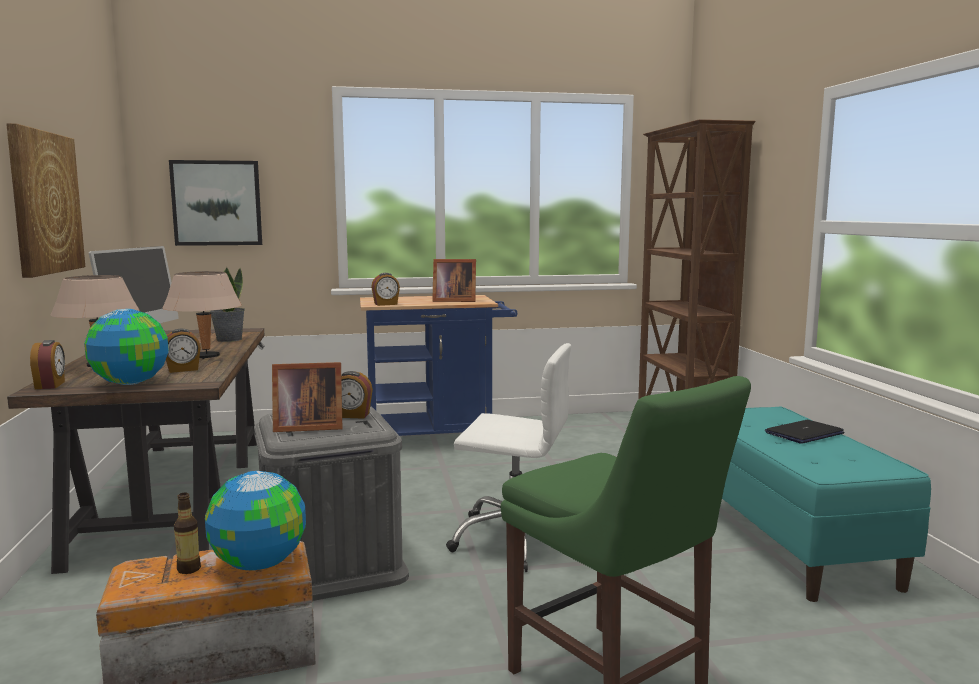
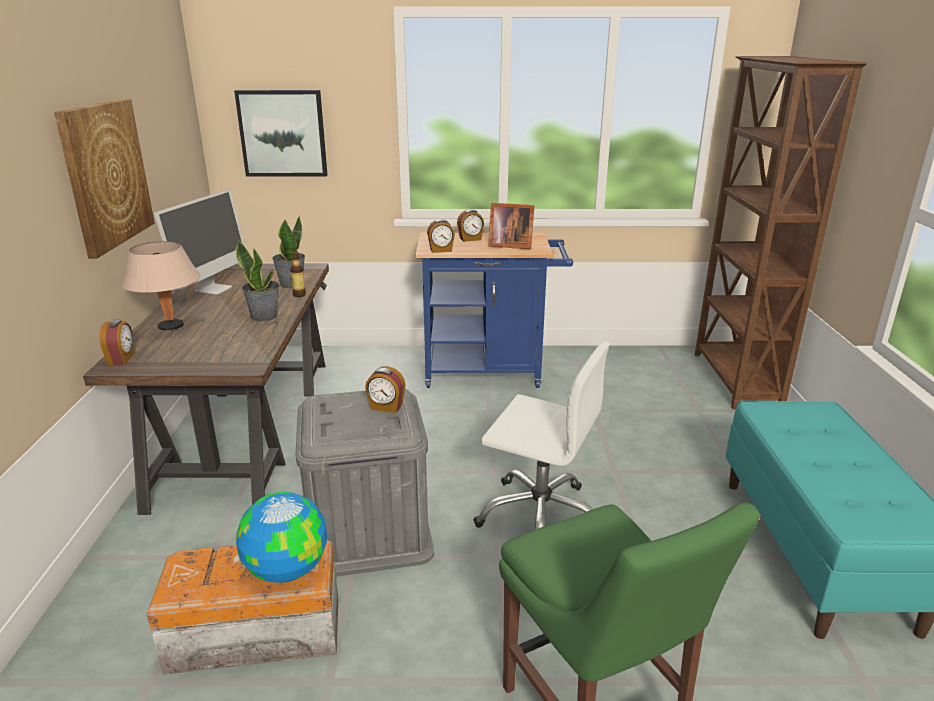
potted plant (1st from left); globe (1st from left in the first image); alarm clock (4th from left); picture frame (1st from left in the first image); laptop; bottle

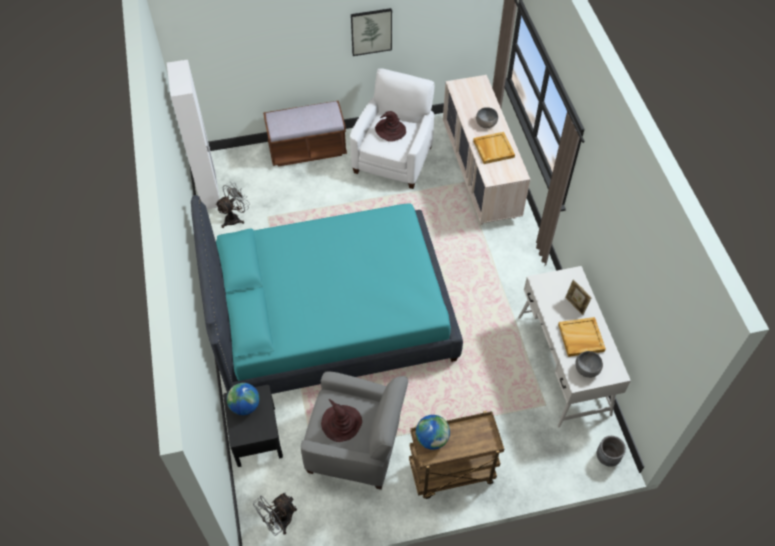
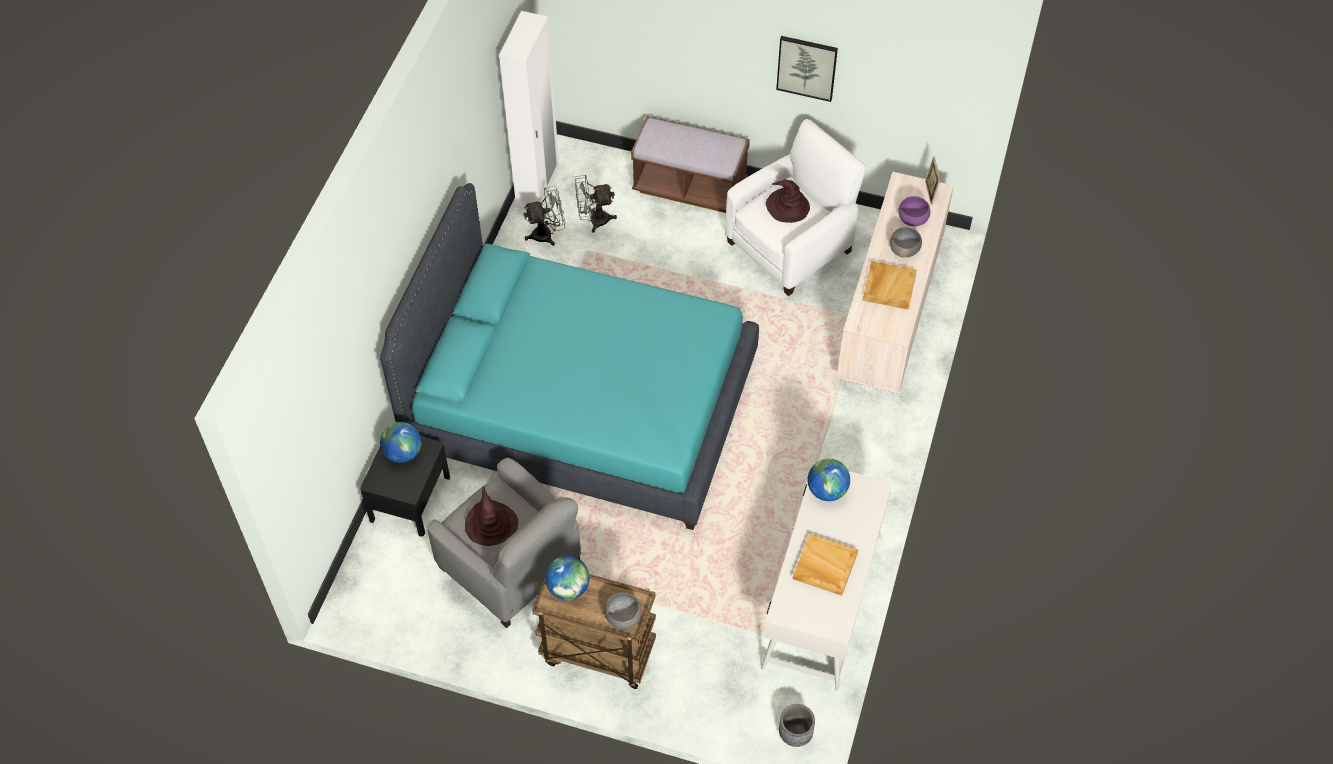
picture frame; grey bowl (1st from left); grey fan (2nd from left); purple bowl; globe (3rd from left)

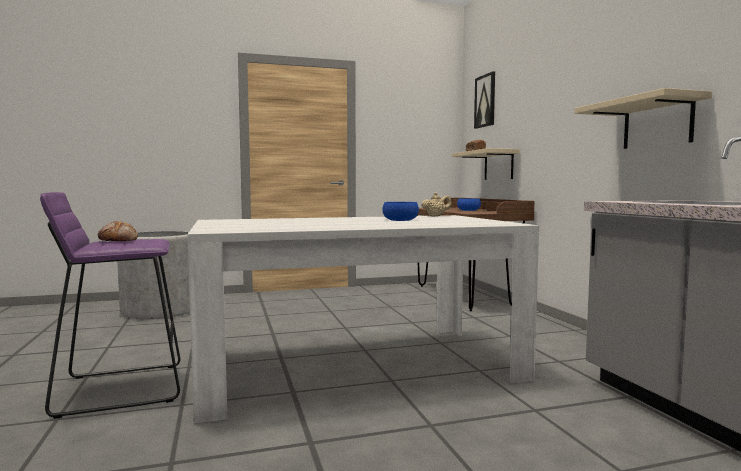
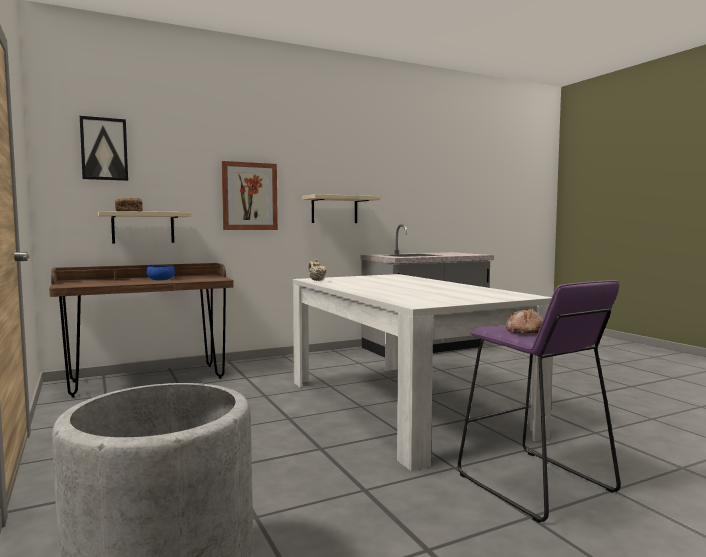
blue bowl (1st from left in the first image); picture (2nd from left)

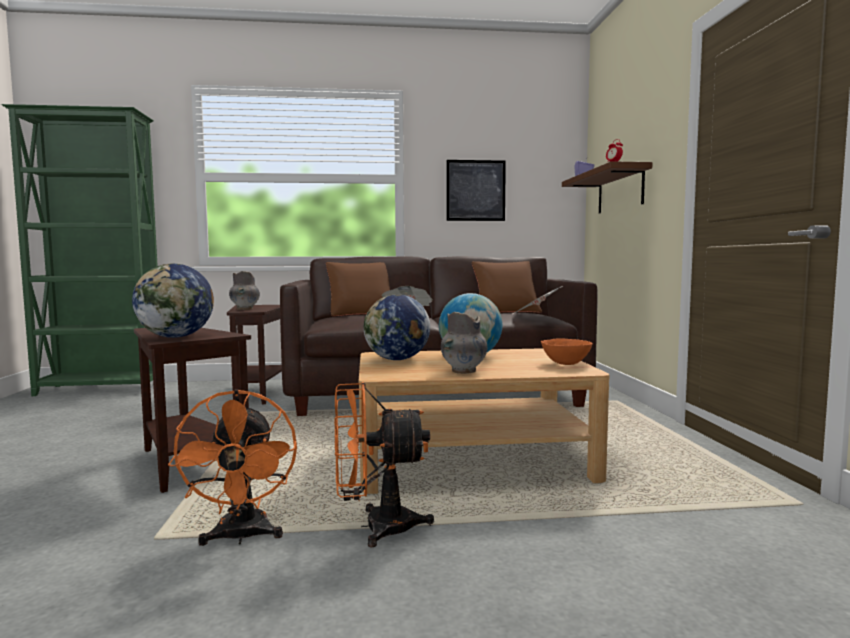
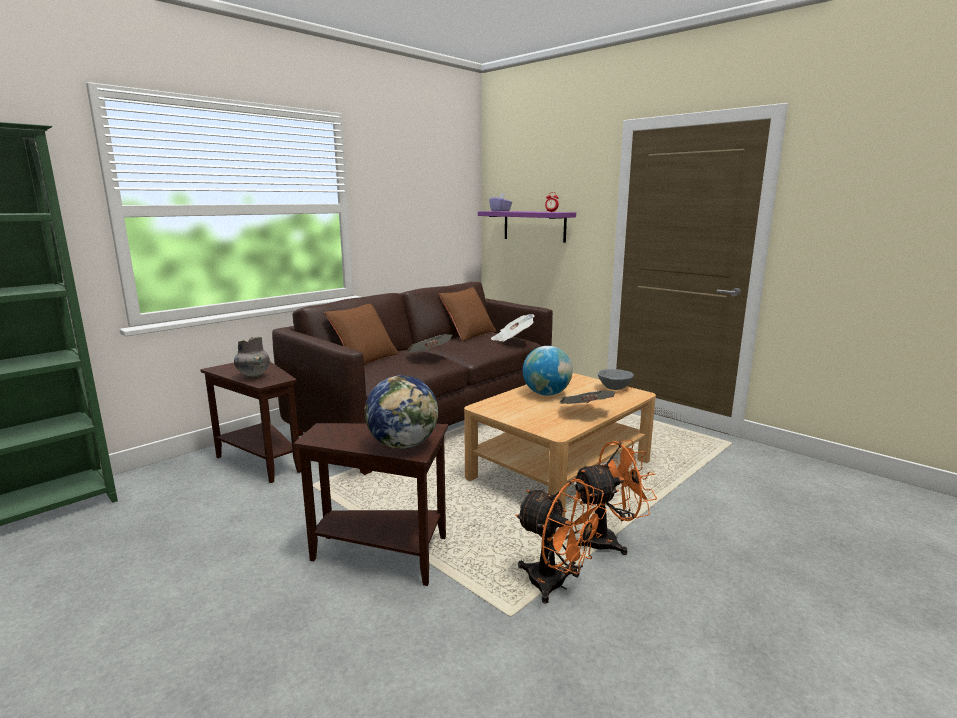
picture; purple shelf; globe (2nd from left in the first image); newspaper (3rd from left); grey bowl; orange fan (2nd from left)

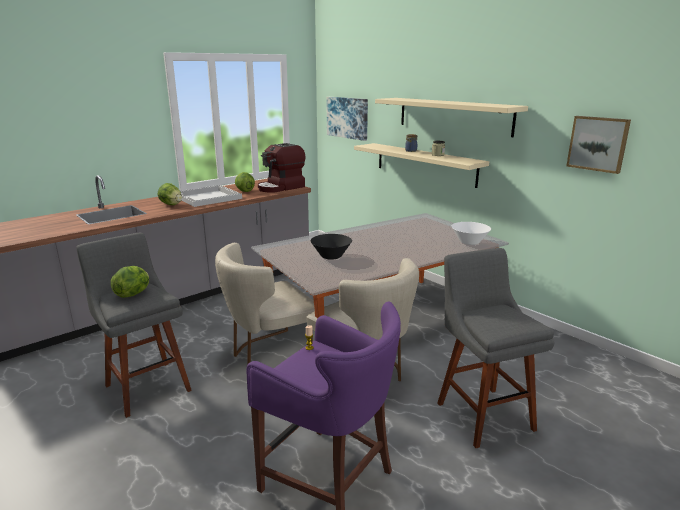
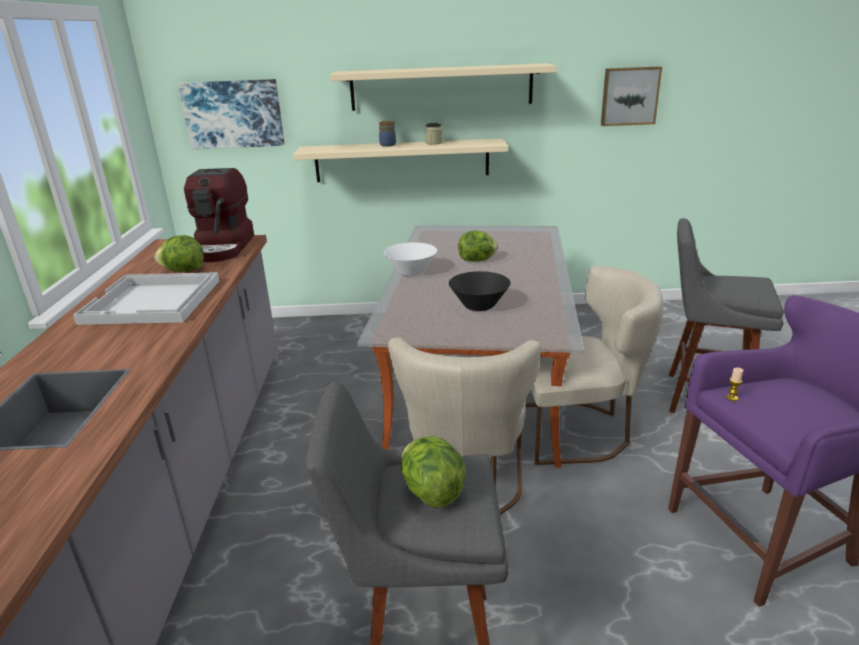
lettuce (3rd from left); white bowl

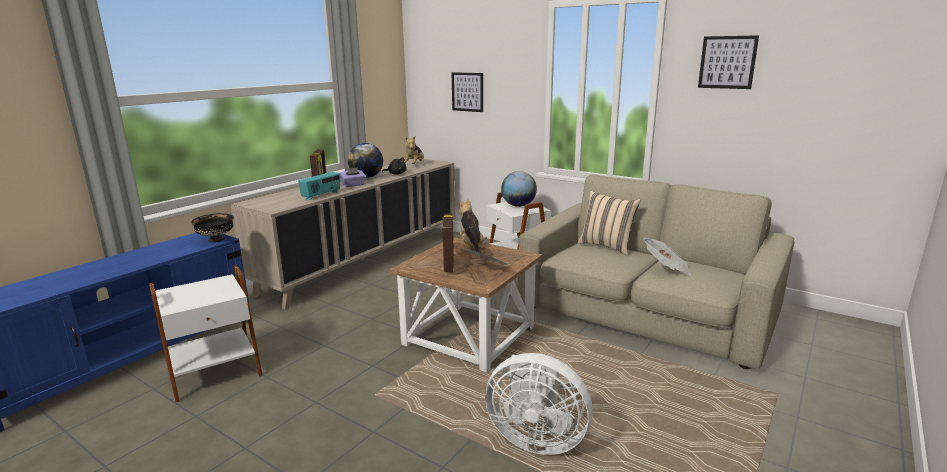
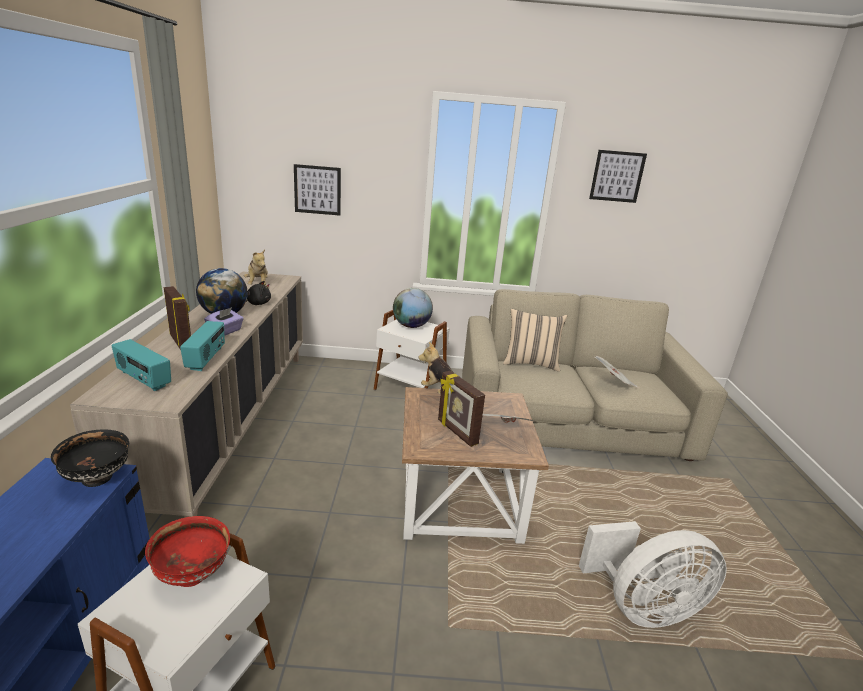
radio (1st from left); red bowl

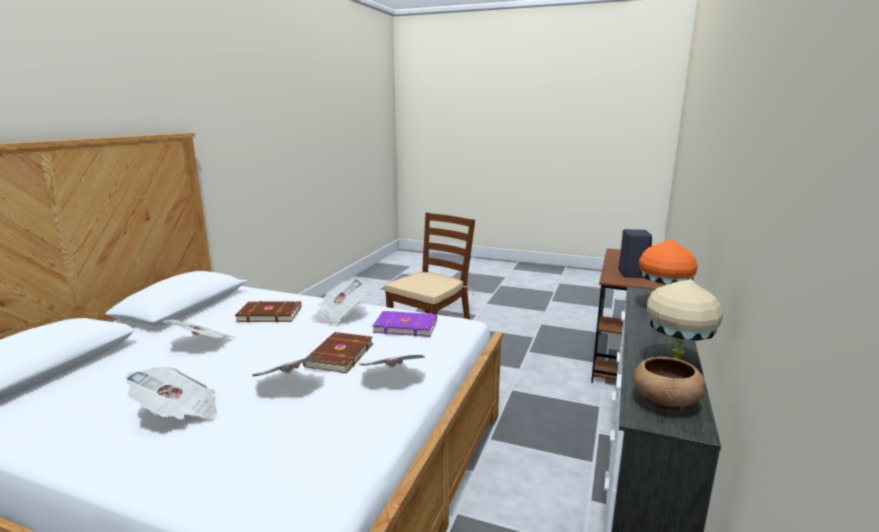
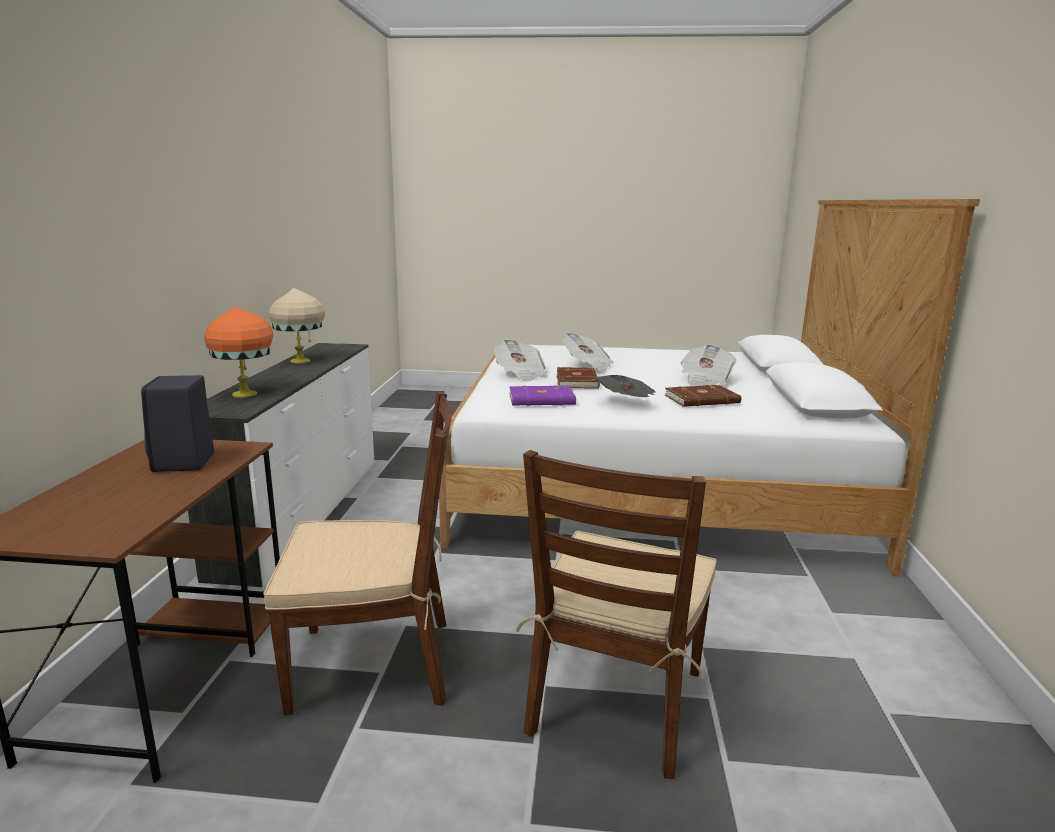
brown bowl; newspaper (1st from left in the first image); brown chair (1st from left)

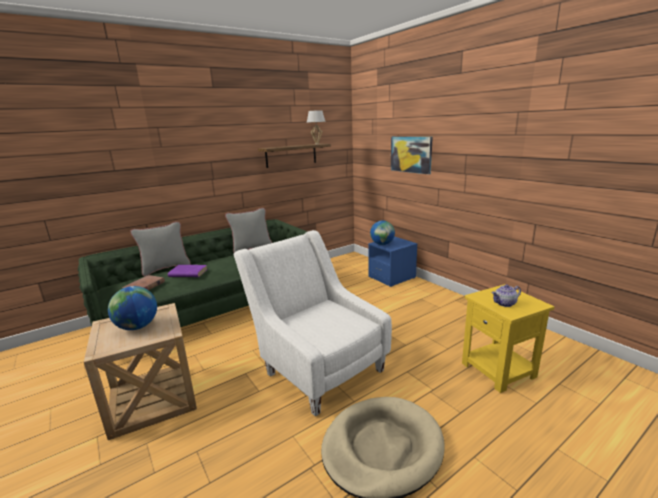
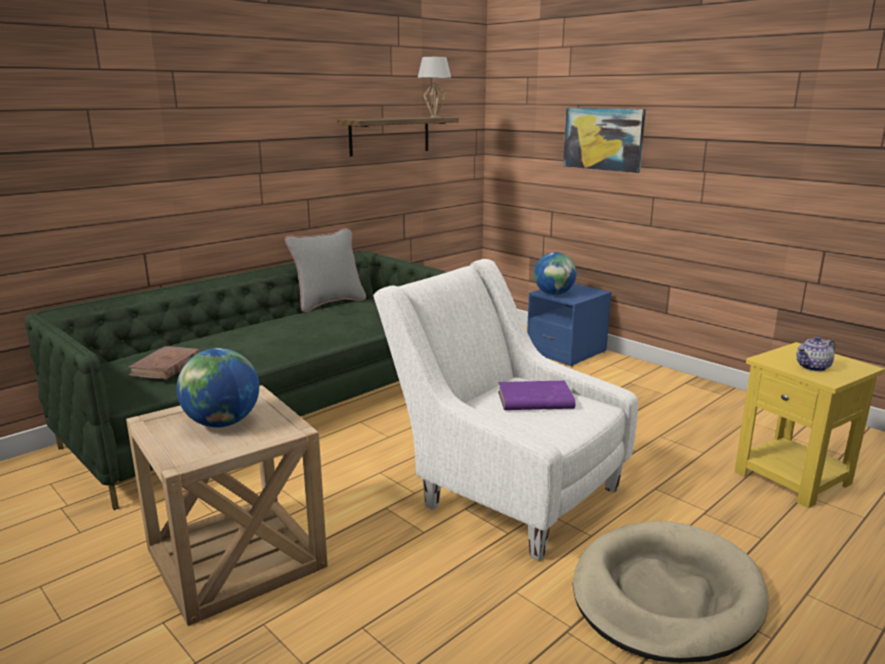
grey pillow (1st from left in the first image); purple book

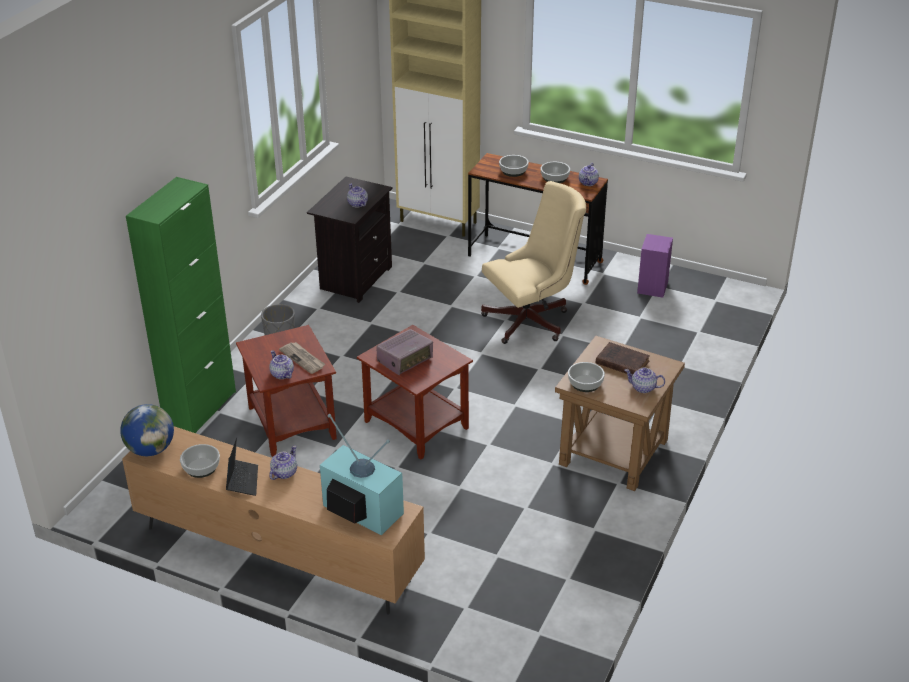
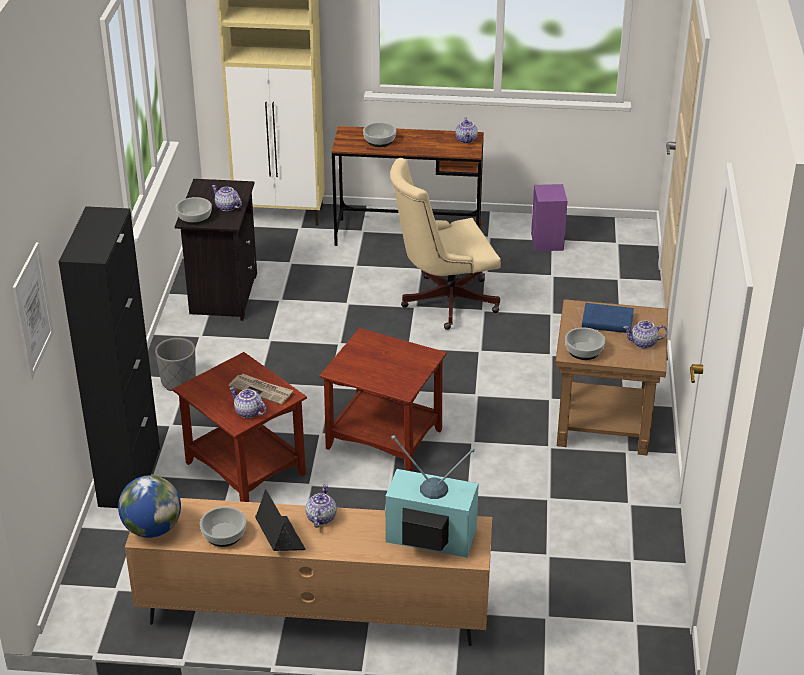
bowl (1st from left); black cabinet; beige office chair; radio; blue book; picture

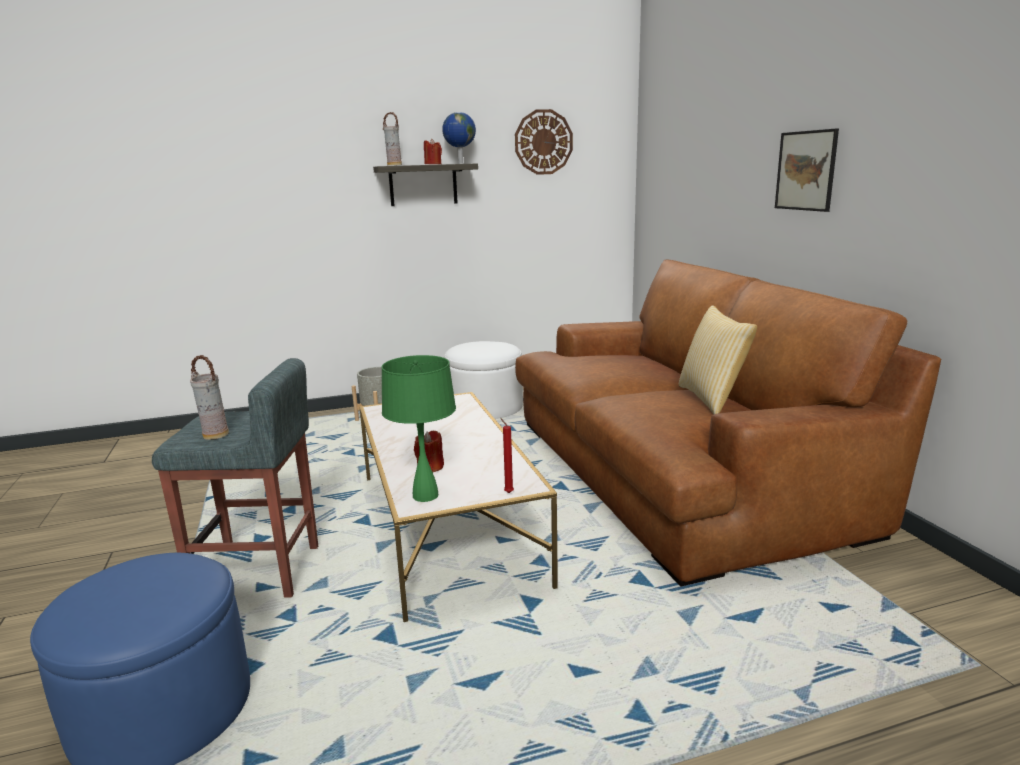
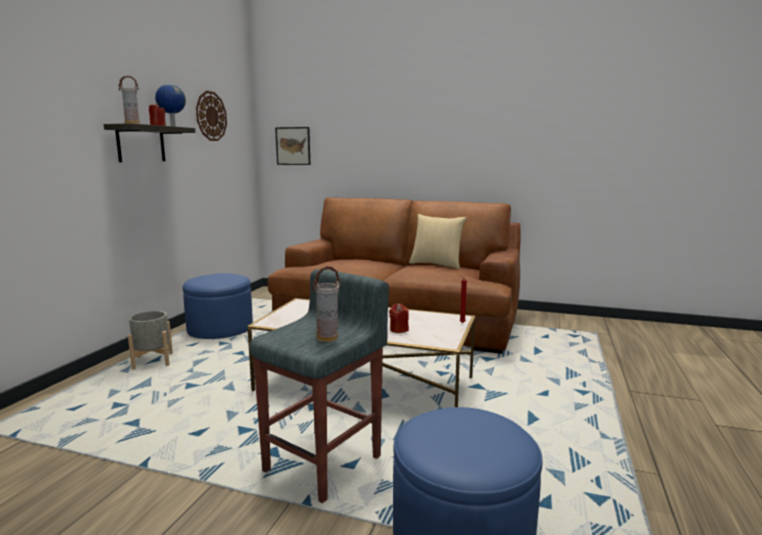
picture; blue ottoman (1st from left); green table lamp

